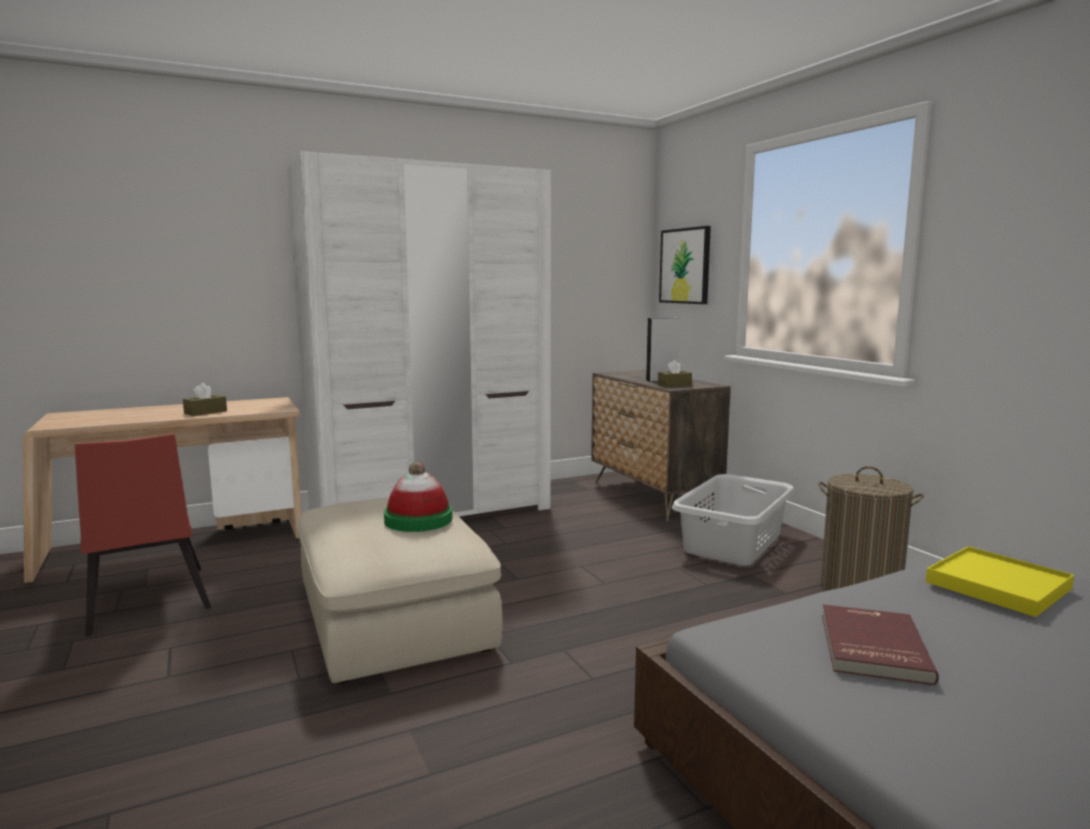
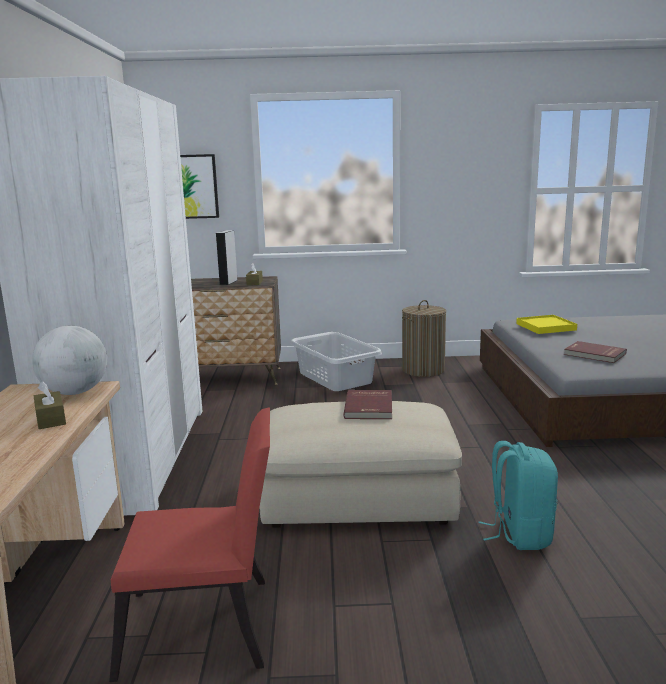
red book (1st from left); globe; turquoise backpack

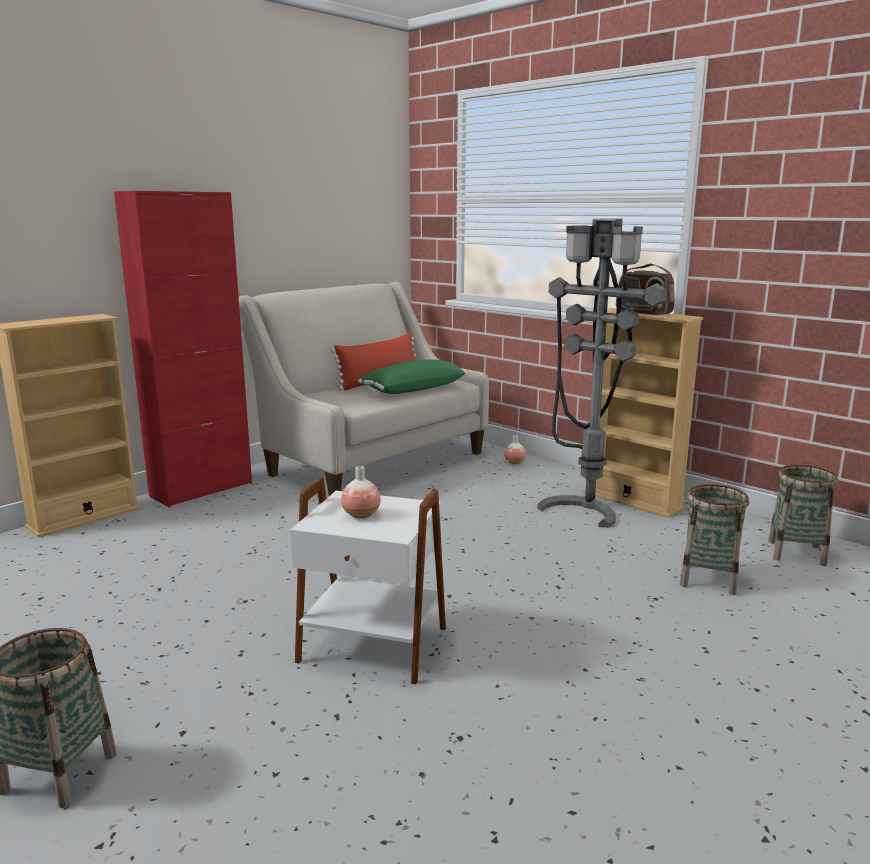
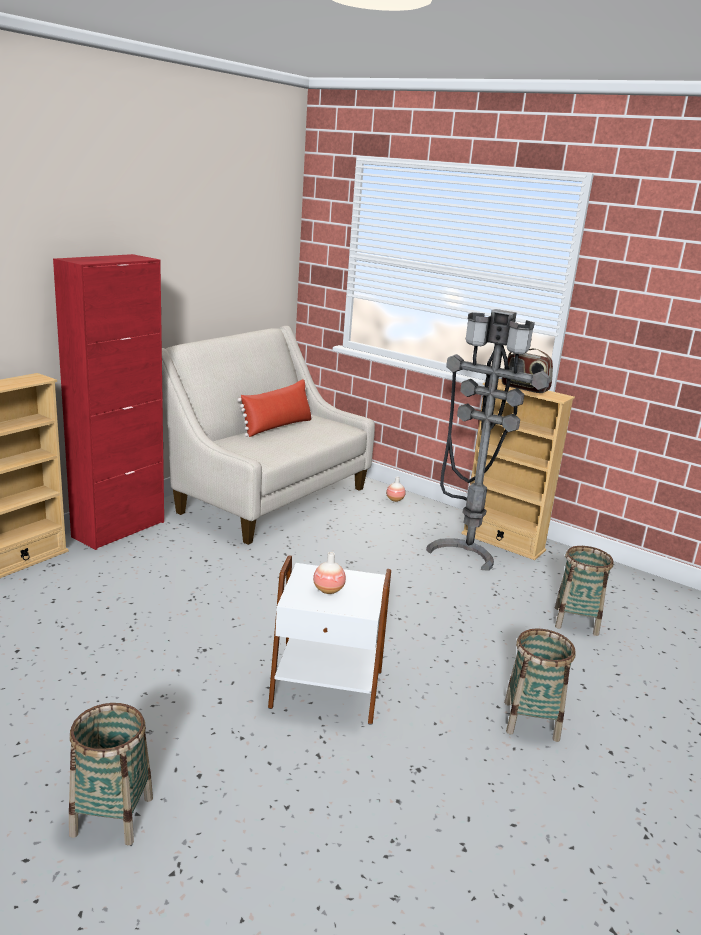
green pillow; basket (2nd from left)

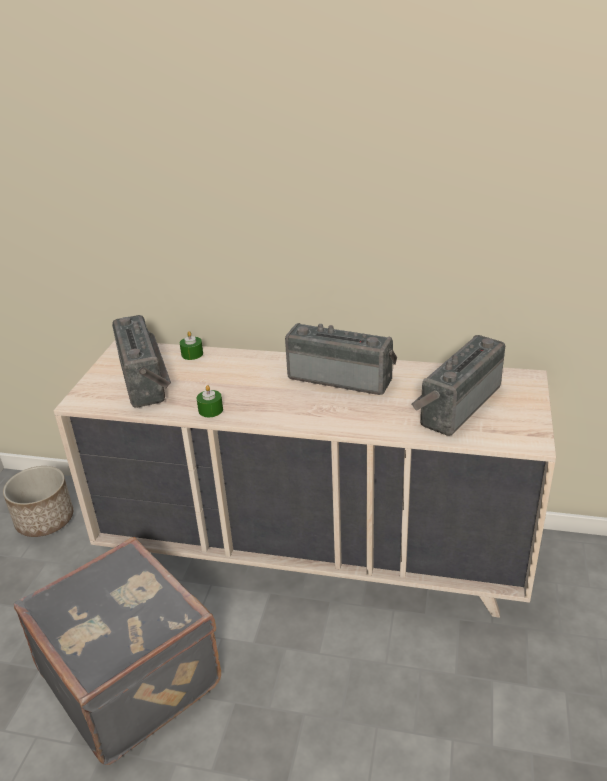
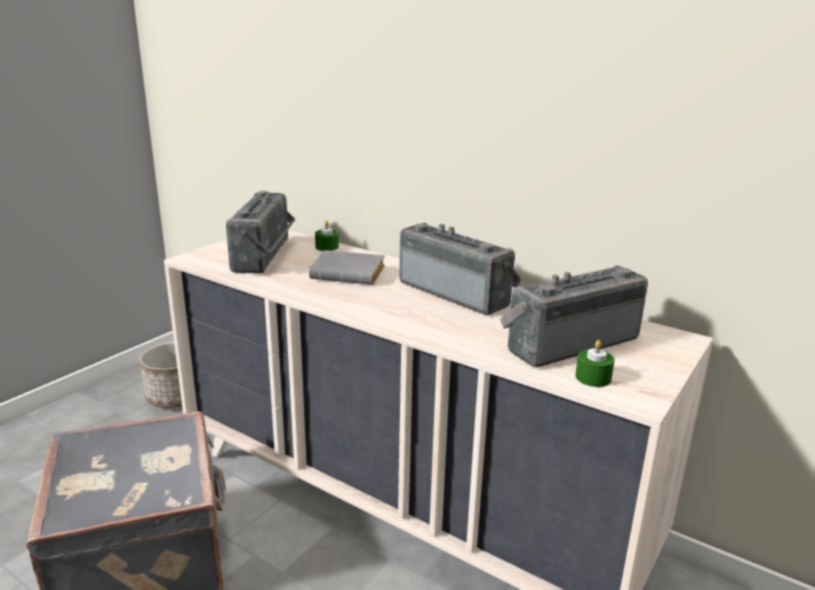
green candle (2nd from left); grey book

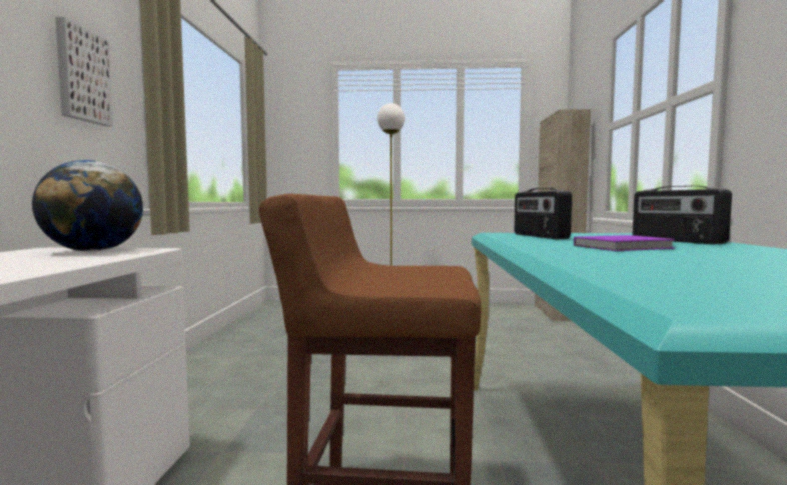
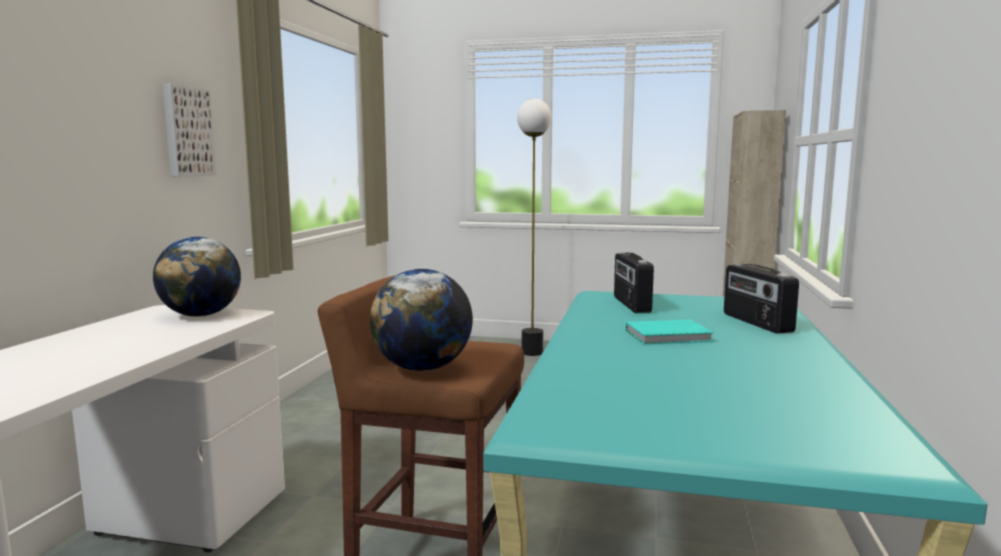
turquoise book; globe (2nd from left)

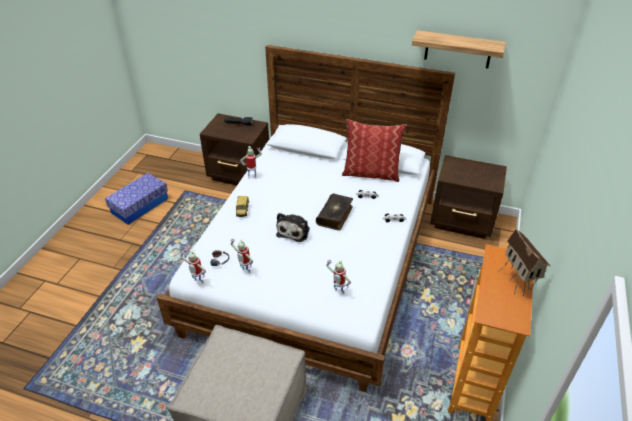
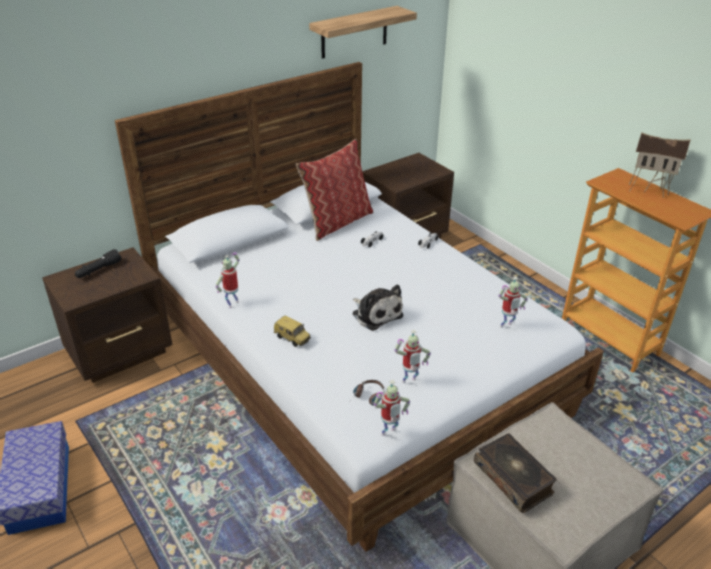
book

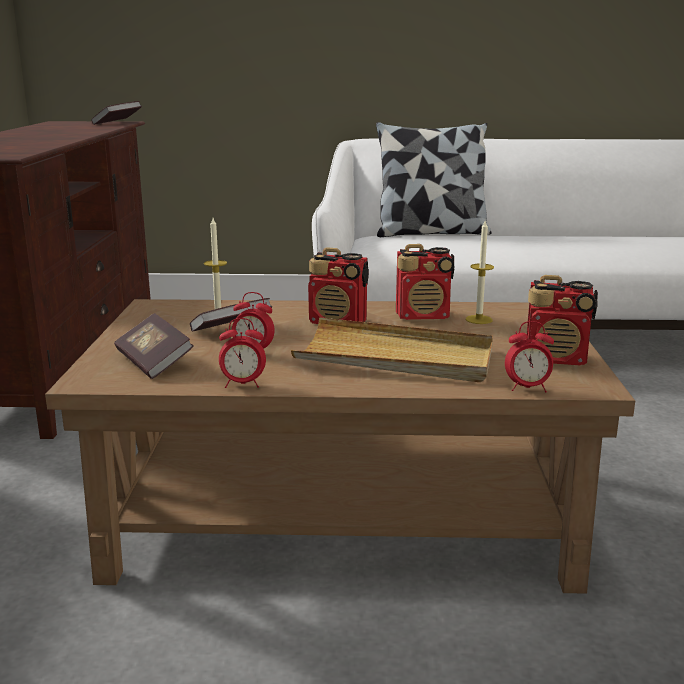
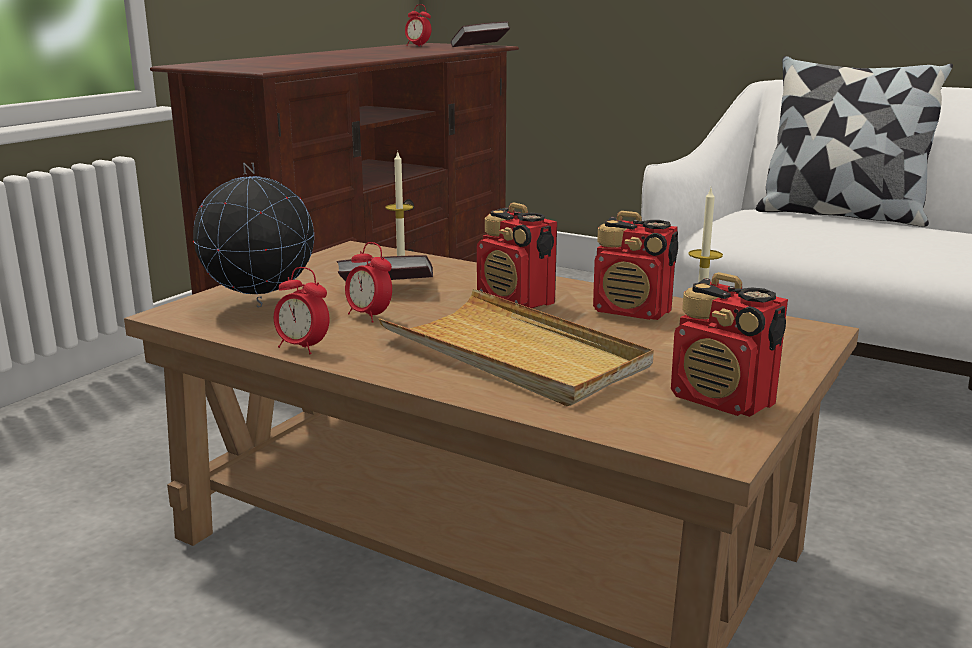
globe; alarm clock (3rd from left)

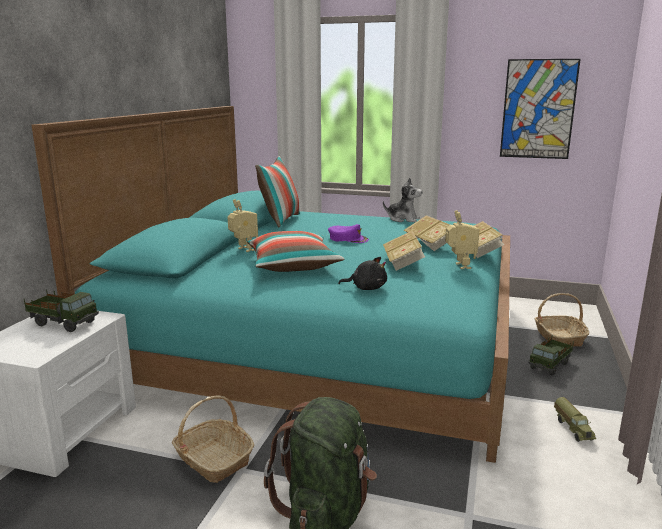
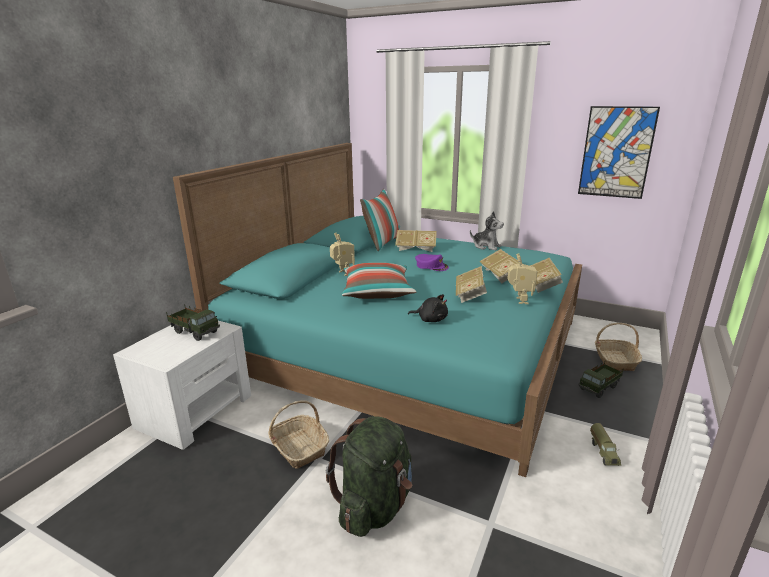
book (1st from left)

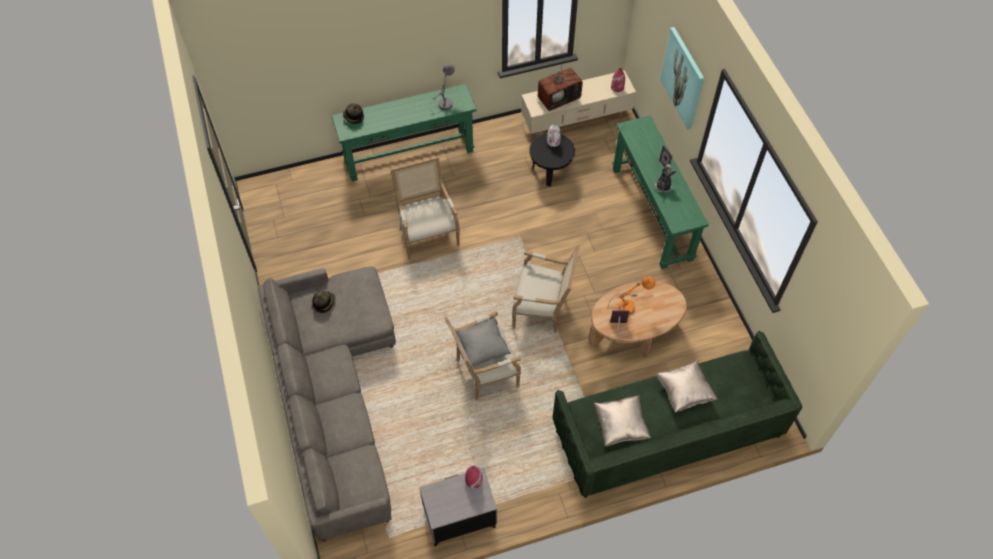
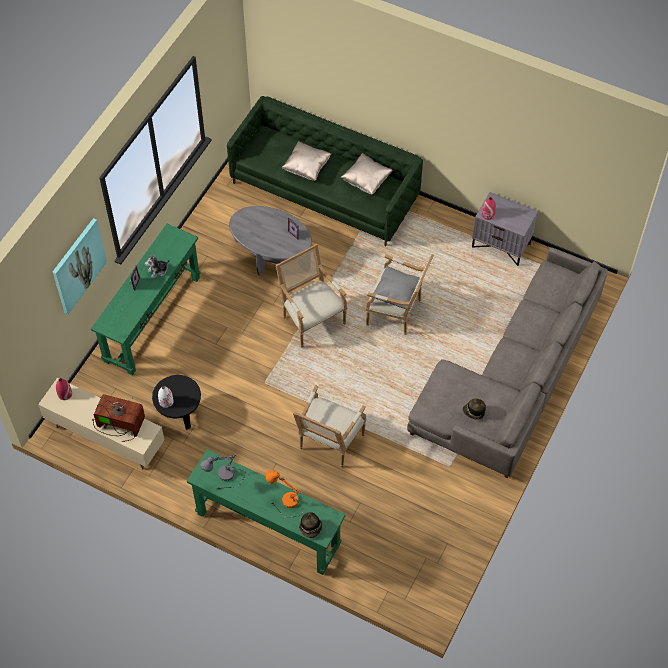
orange table lamp; grey coffee table

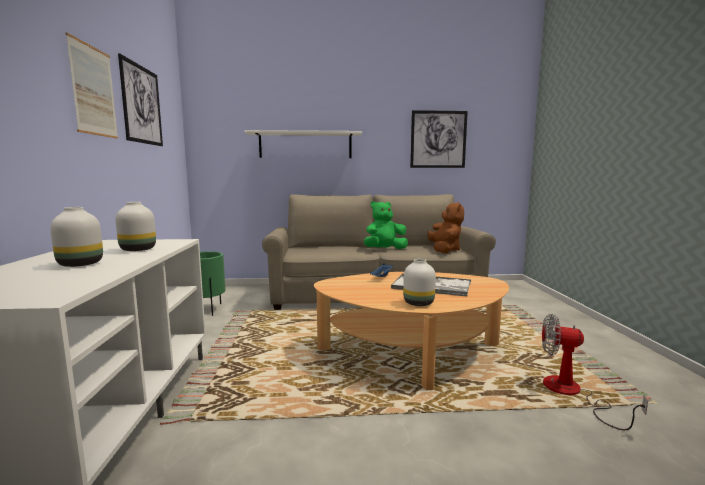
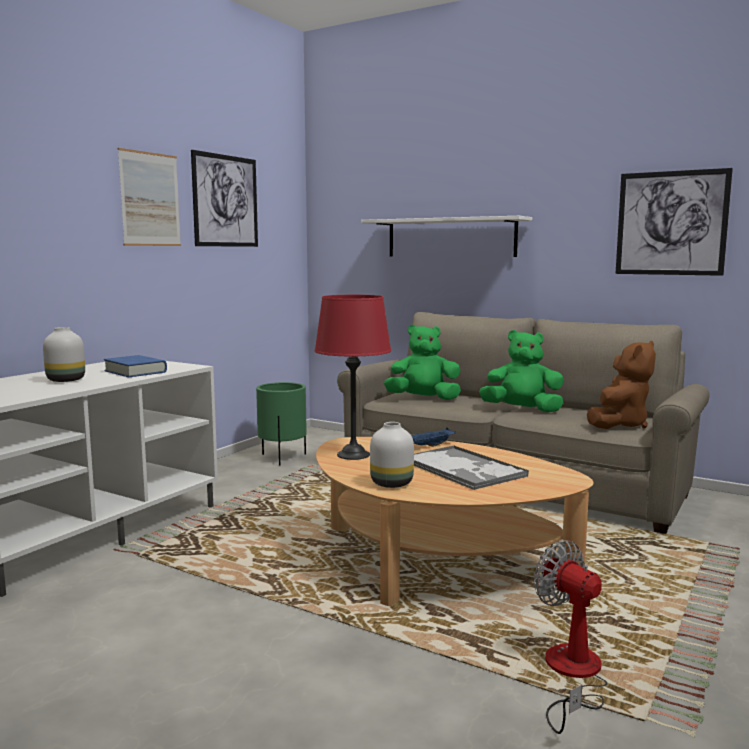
blue book; red table lamp; green plush toy (1st from left)

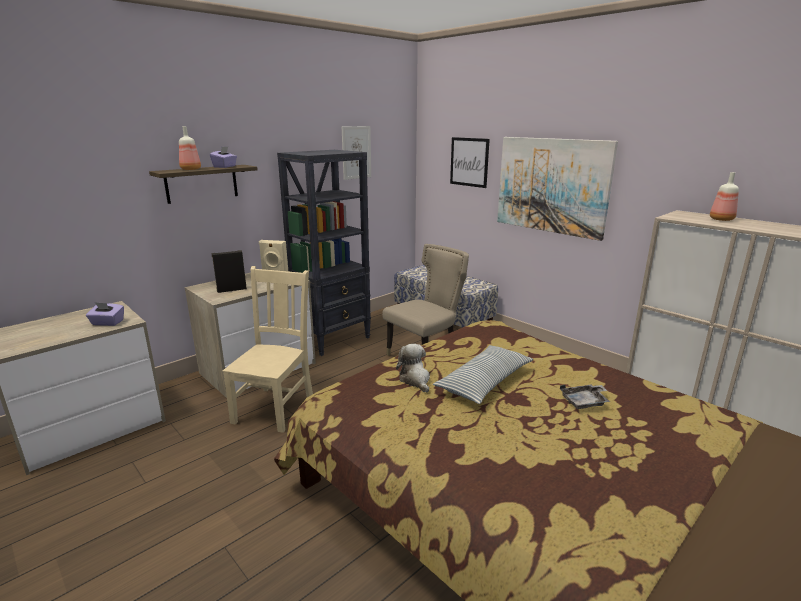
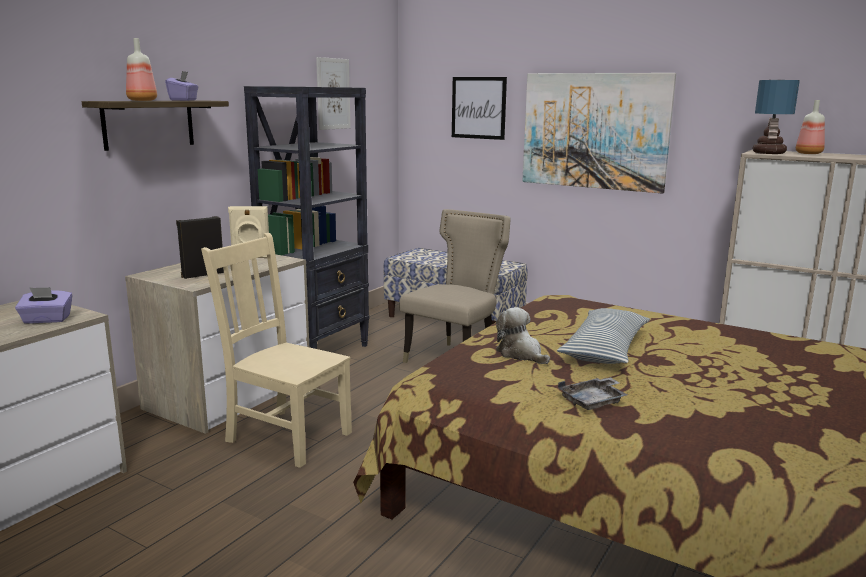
beige chair (1st from left); grey tray; table lamp

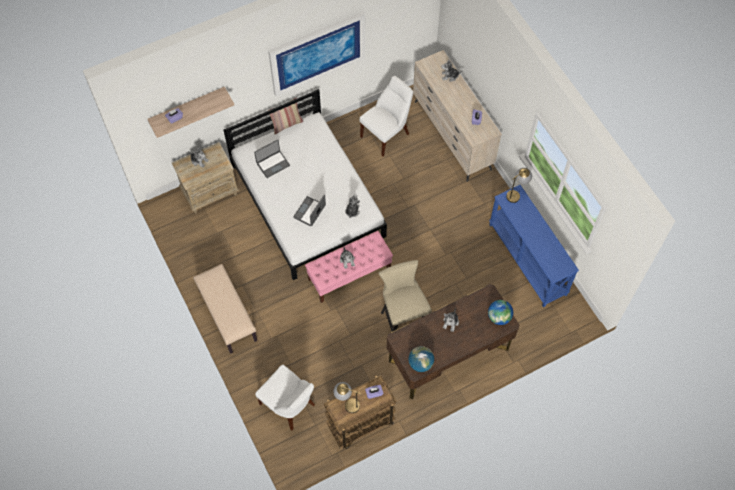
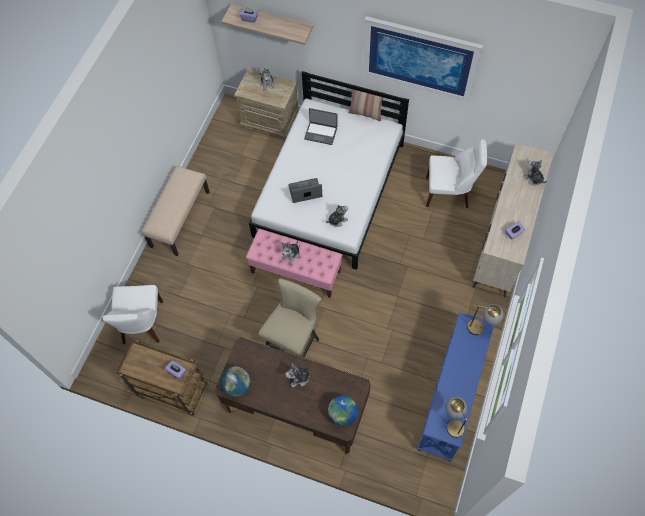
table lamp (1st from left)

